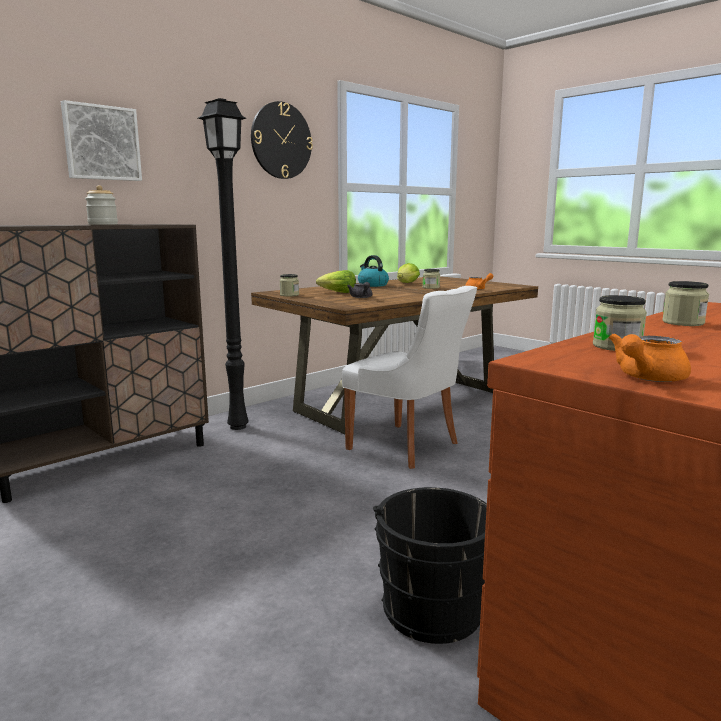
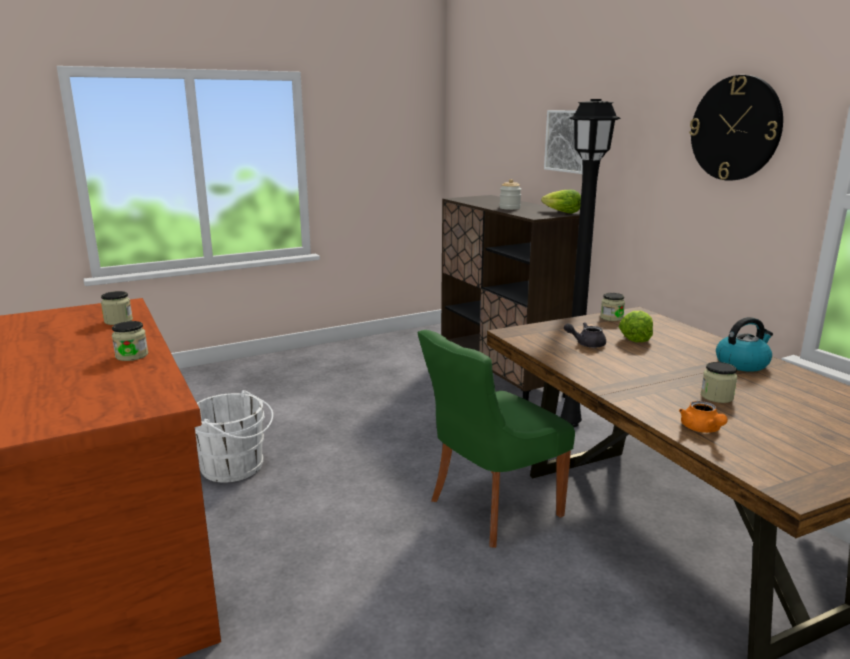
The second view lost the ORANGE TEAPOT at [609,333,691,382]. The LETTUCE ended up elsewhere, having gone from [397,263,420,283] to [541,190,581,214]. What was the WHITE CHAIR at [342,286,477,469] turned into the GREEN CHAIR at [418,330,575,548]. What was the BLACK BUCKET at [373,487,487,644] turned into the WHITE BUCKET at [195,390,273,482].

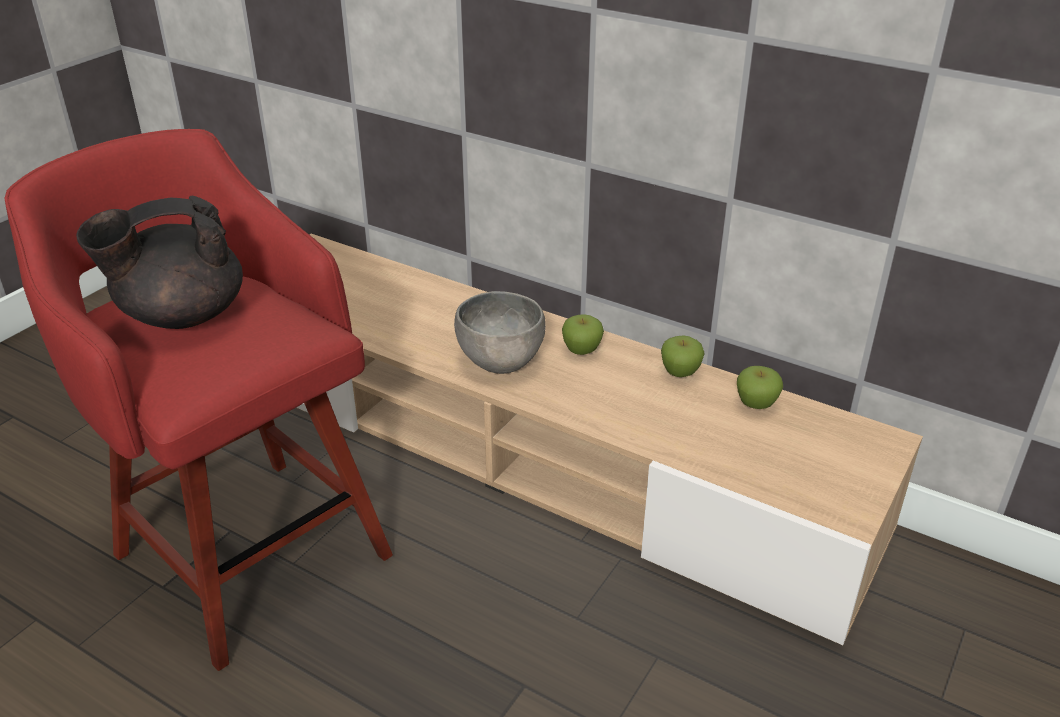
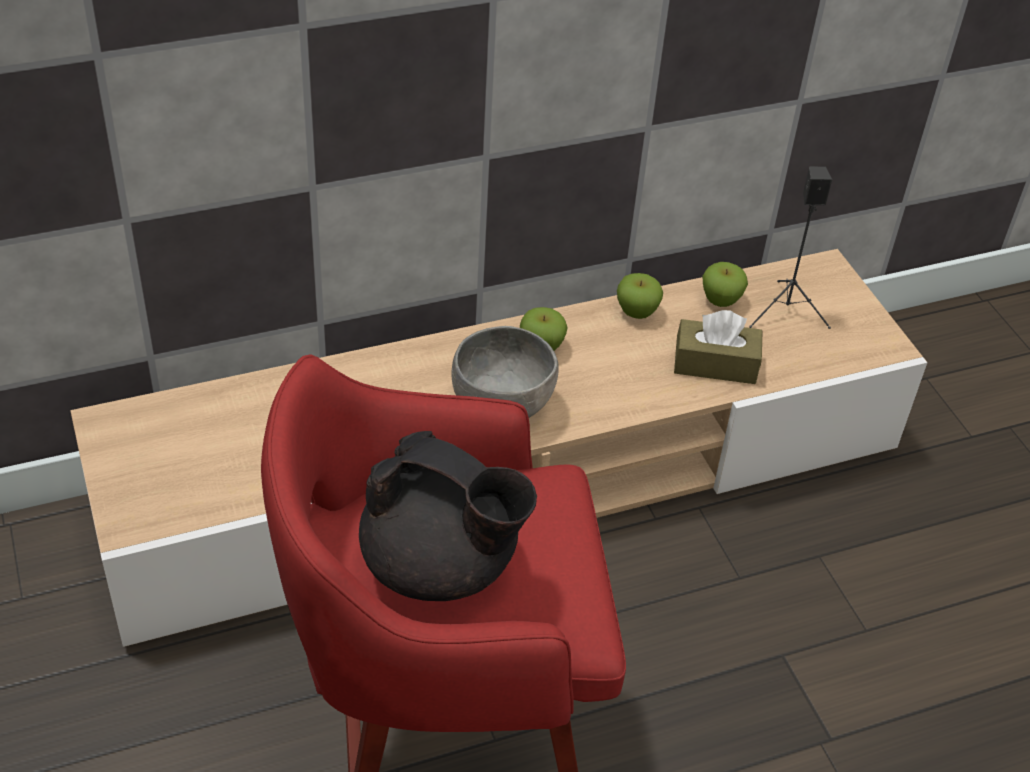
The second view gained the BROWN TISSUE BOX at [674,310,763,384]. The second view gained the BLACK SPEAKER at [749,167,832,329]. The BLACK TEAPOT at [76,196,243,329] ended up facing another way, 75 degrees counterclockwise from before.

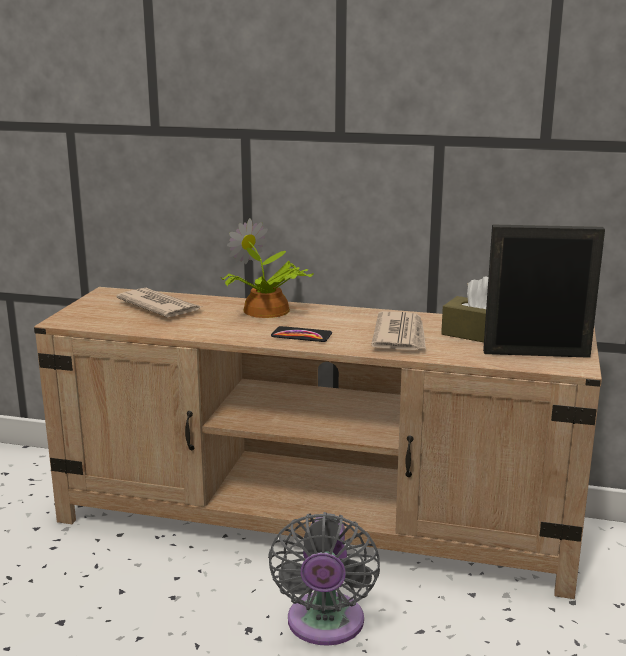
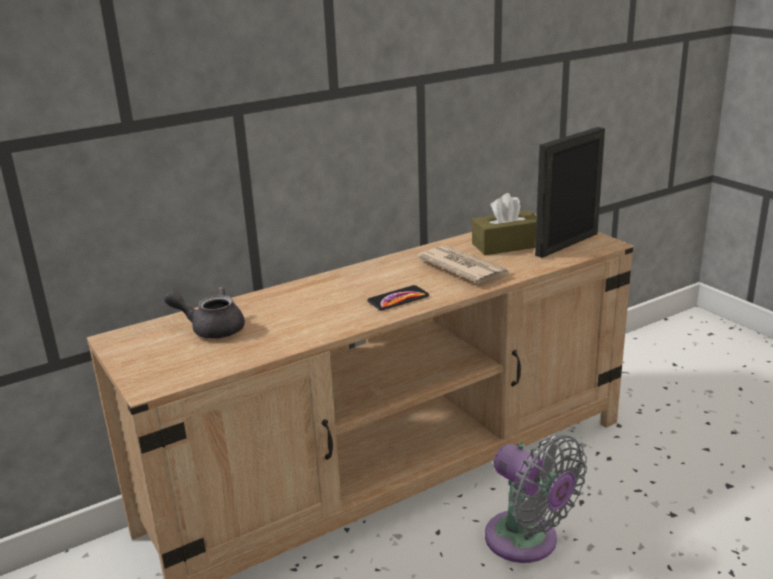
The second view lost the POTTED PLANT at [221,218,314,318]. Where the NEWSPAPER stood at [116,288,202,318], the GREY TEAPOT came to stand at [164,287,245,339].

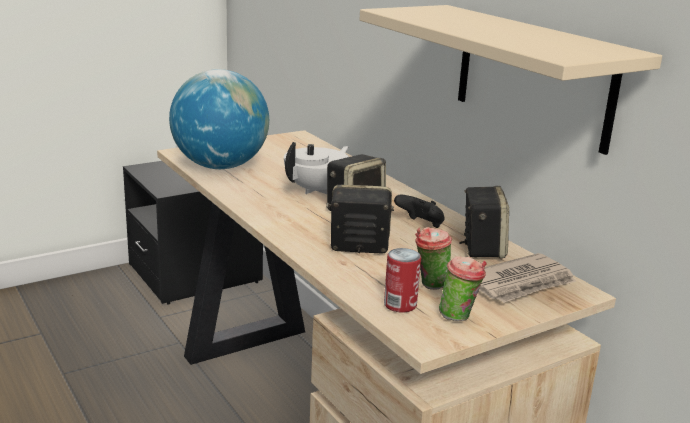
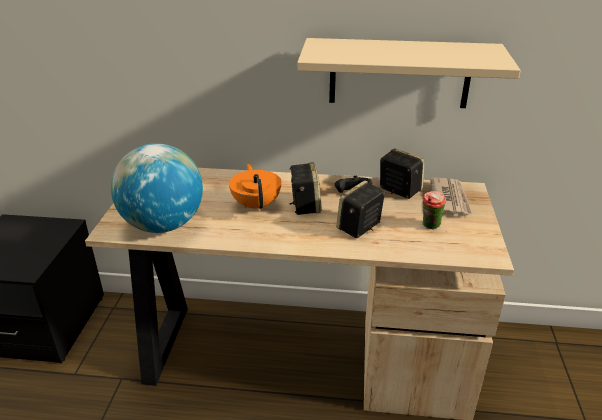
The second view lost the CAN at [384,248,421,313]. The second view lost the CUP at [439,256,487,321]. What was the WHITE TEAPOT at [284,142,349,194] turned into the ORANGE TEAPOT at [229,164,281,212].

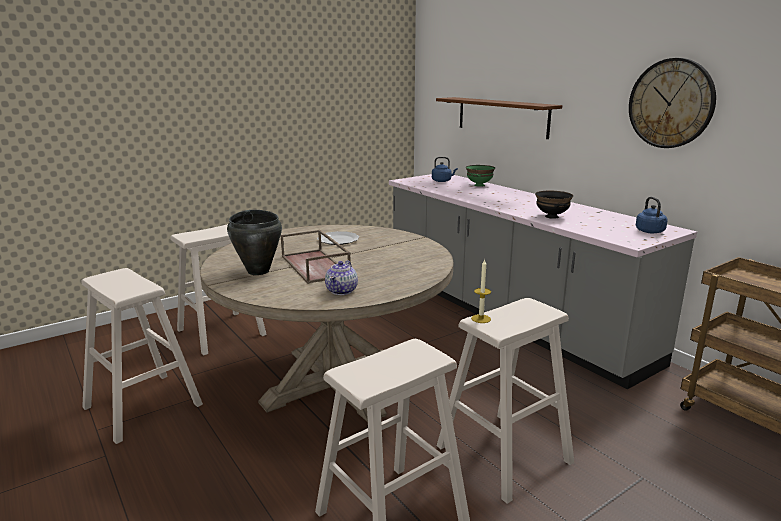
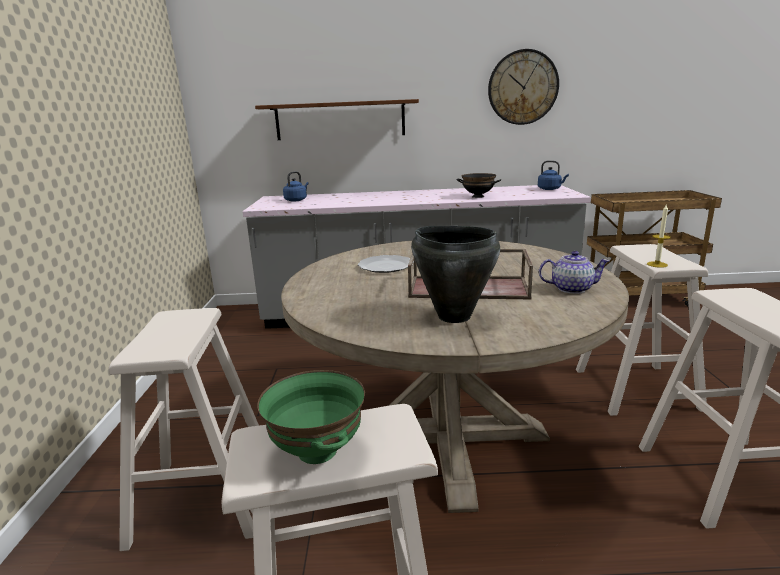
The GREEN BOWL ended up elsewhere, having gone from [466,165,495,187] to [257,370,365,464]. The TEAPOT at [325,260,358,295] ended up facing another way, 45 degrees counterclockwise from before.

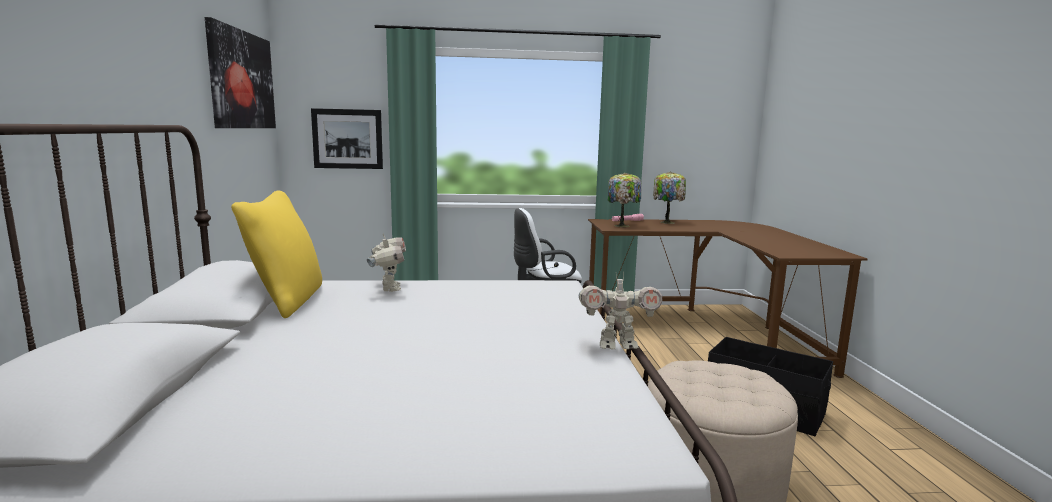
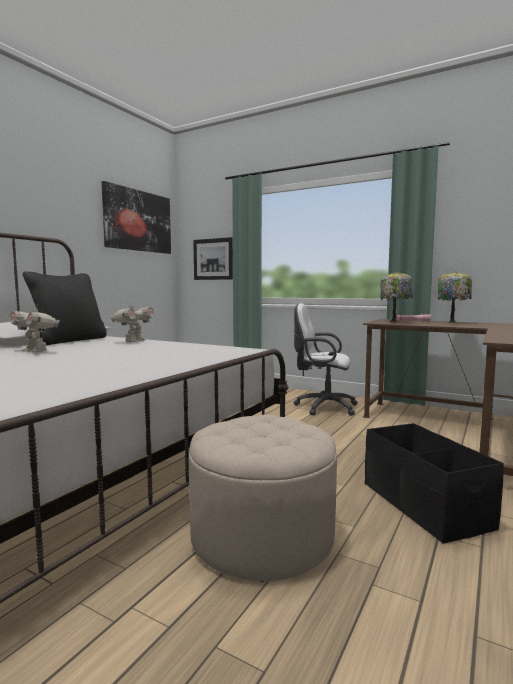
The TOY ROBOT ended up elsewhere, having gone from [579,272,663,350] to [9,305,60,352]. What was the YELLOW PILLOW at [231,190,322,318] turned into the BLACK PILLOW at [23,271,107,345].

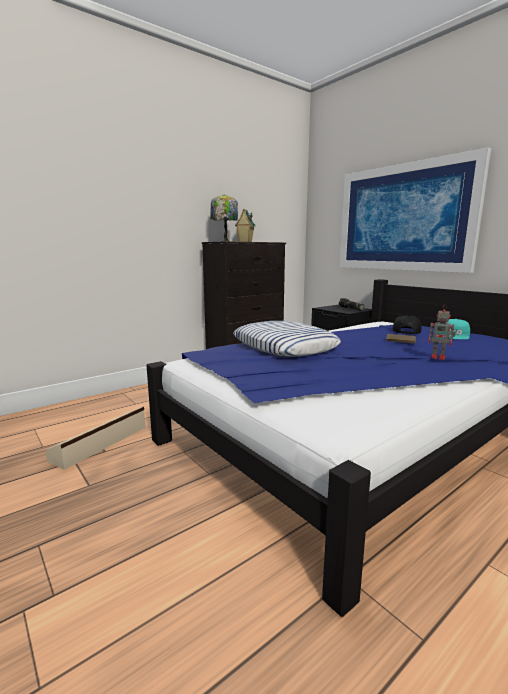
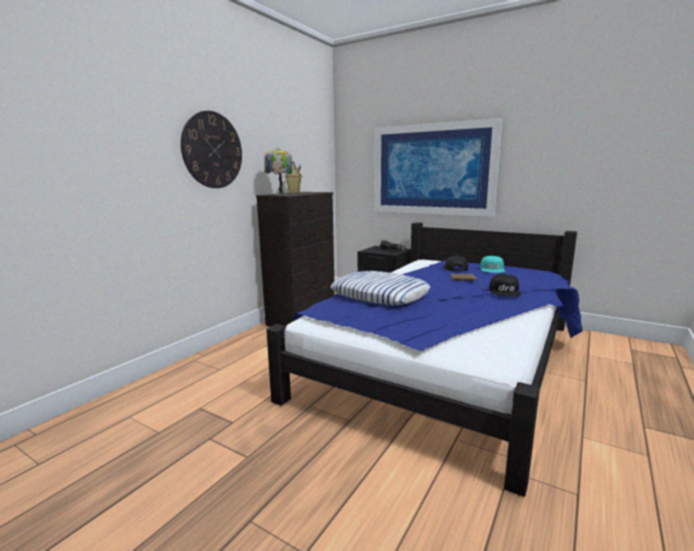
The second view lost the BEIGE STORAGE BOX at [46,406,145,470]. The second view gained the WALL CLOCK at [181,111,242,188]. Where the TOY ROBOT stood at [428,305,456,360], the BLACK CAP came to stand at [489,274,521,297].

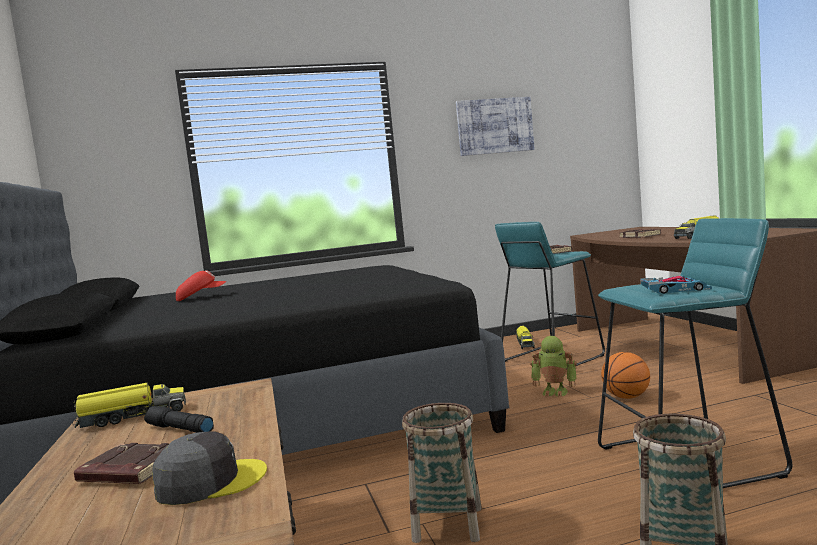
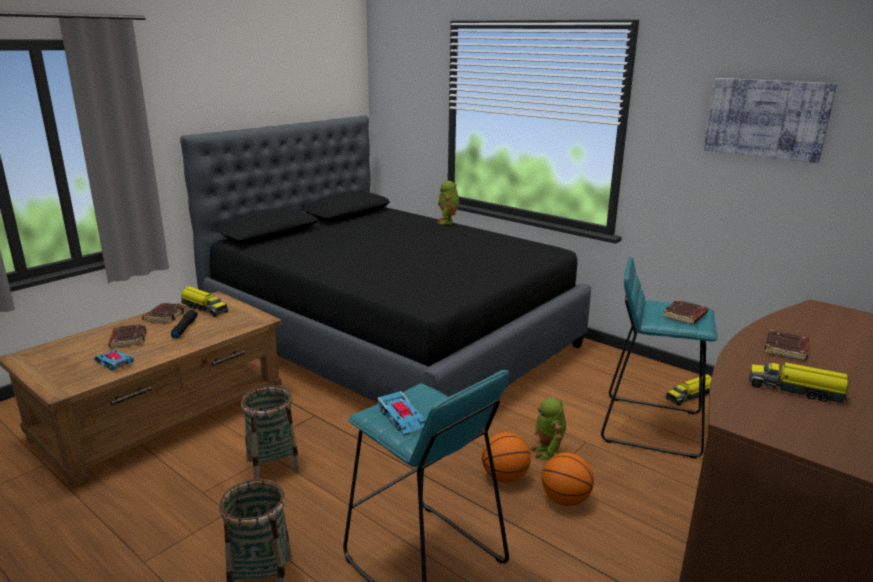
The second view lost the RED CAP at [176,270,227,301]. The second view gained the BROWN BOOK at [142,303,187,323]. The second view gained the TOY ROBOT at [437,181,460,225]. The second view gained the BASKETBALL at [482,432,531,483]. Where the GREY CAP stood at [152,431,267,505], the TOY CAR came to stand at [93,350,134,370].

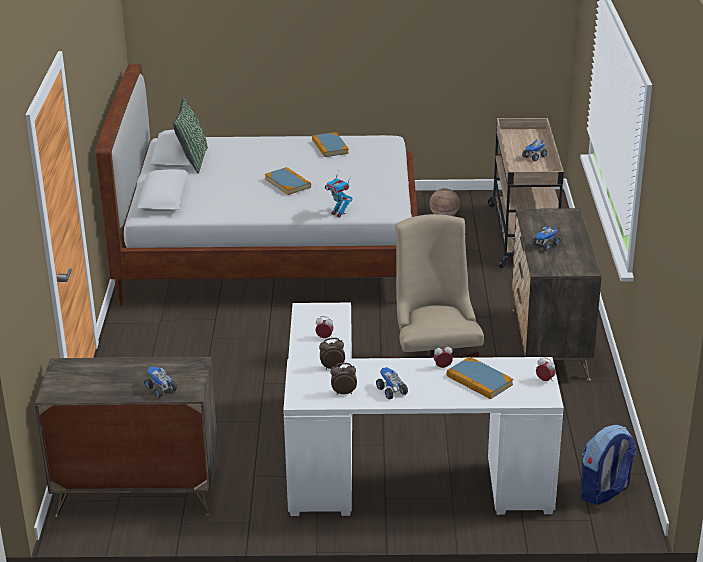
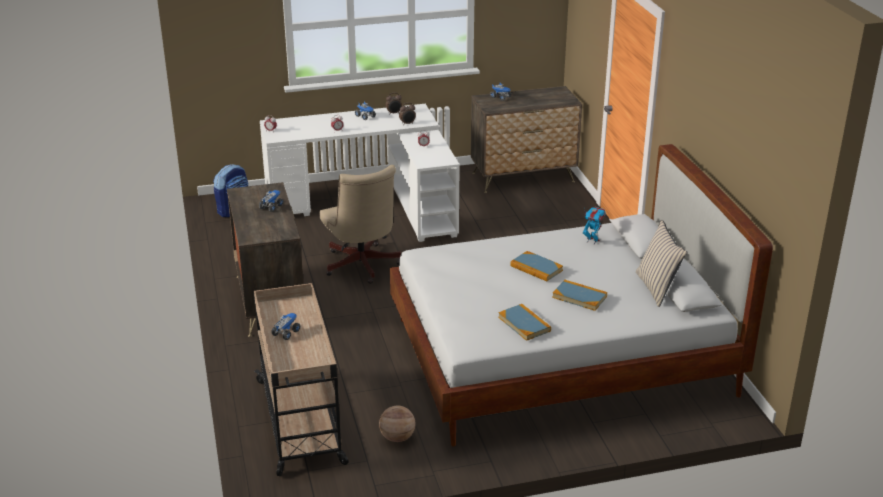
The TOY ROBOT ended up elsewhere, having gone from [325,170,352,218] to [583,207,606,244]. The BOOK ended up elsewhere, having gone from [446,357,513,399] to [552,280,607,311]. What was the GREEN PILLOW at [173,98,208,173] turned into the BEIGE PILLOW at [636,220,687,307].

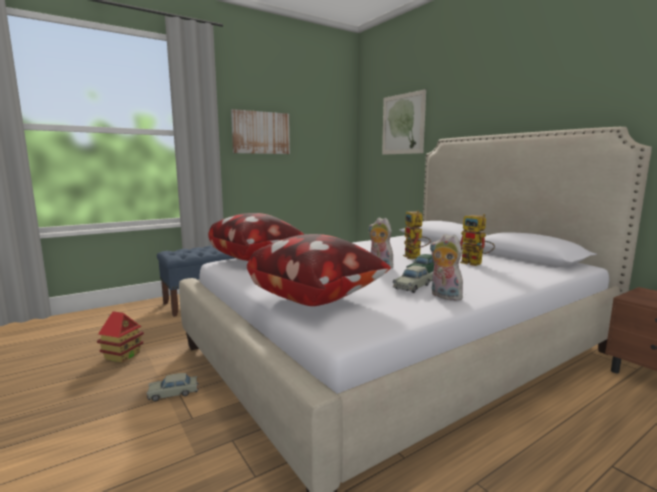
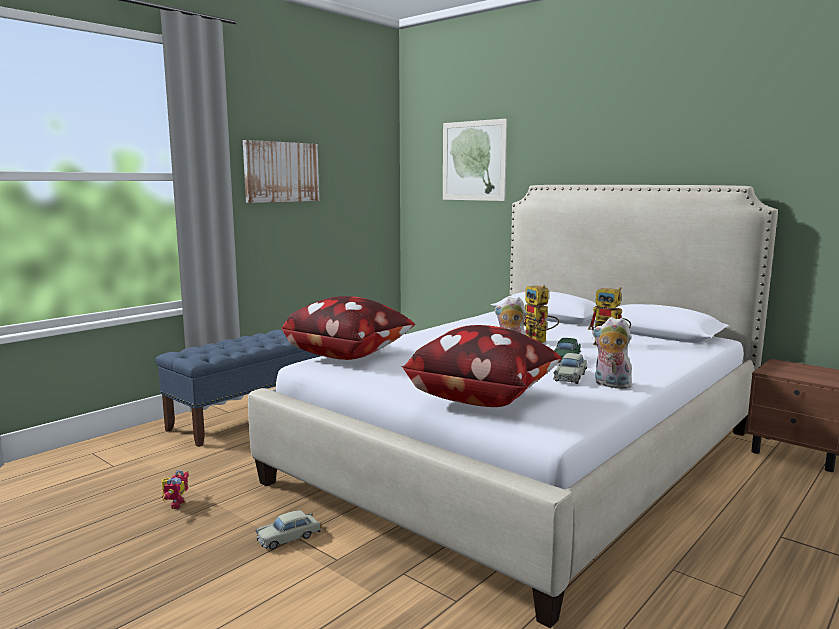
Where the TOY HOUSE stood at [97,311,144,363], the TOY ROBOT came to stand at [162,470,189,509].

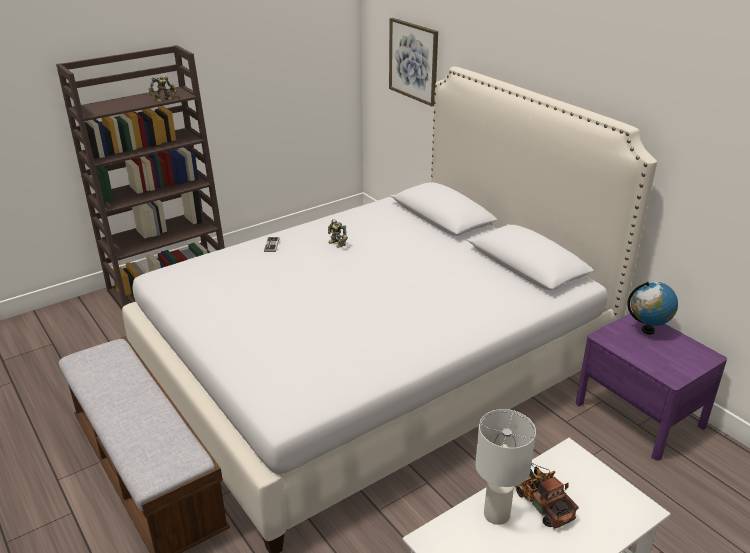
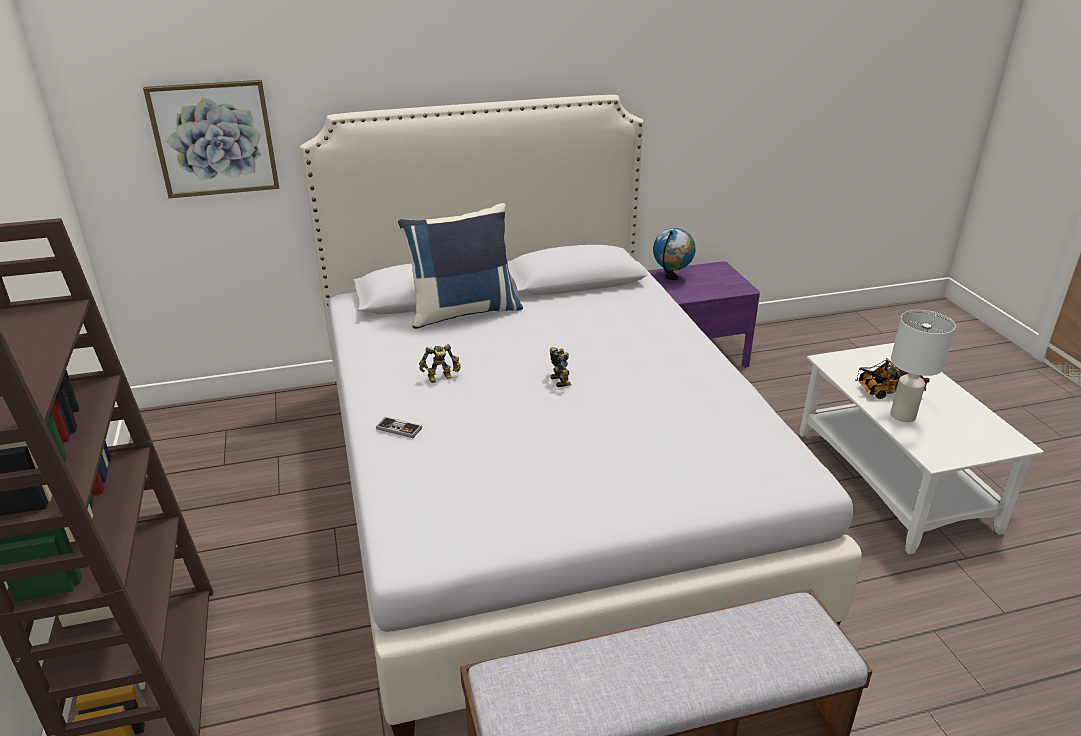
The second view gained the BLUE PILLOW at [398,203,523,329]. The TOY ROBOT ended up elsewhere, having gone from [148,76,177,102] to [550,347,571,387].

